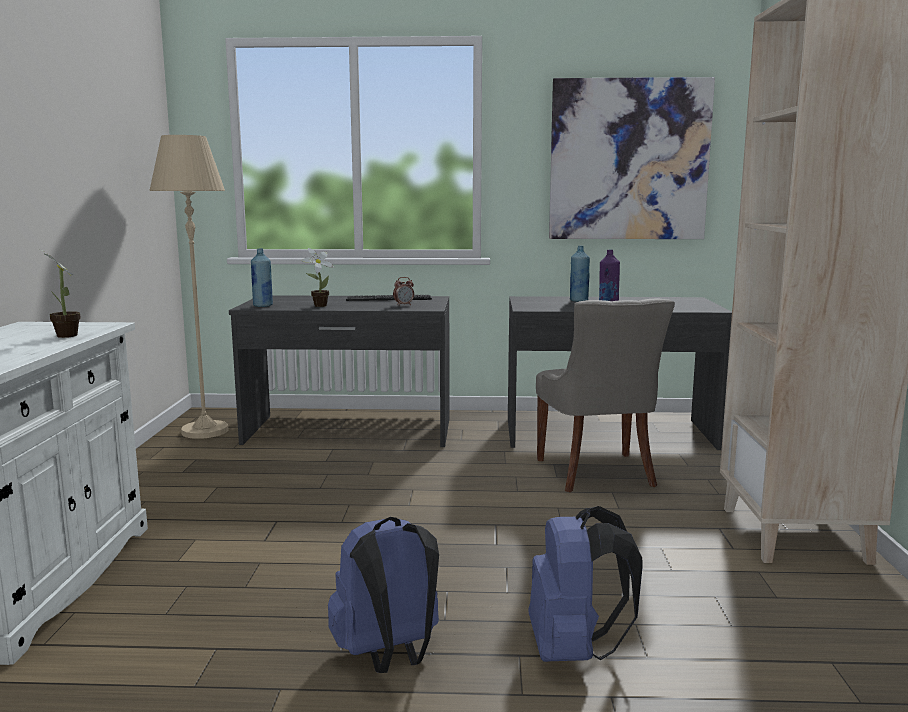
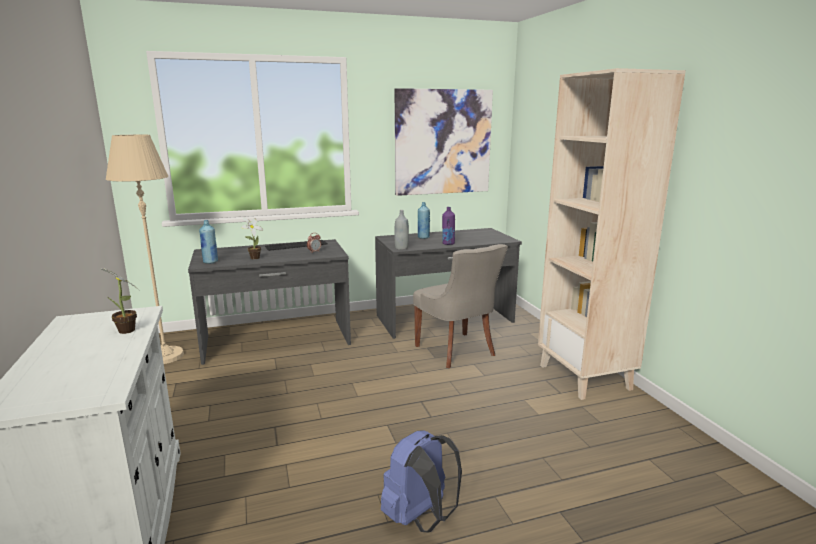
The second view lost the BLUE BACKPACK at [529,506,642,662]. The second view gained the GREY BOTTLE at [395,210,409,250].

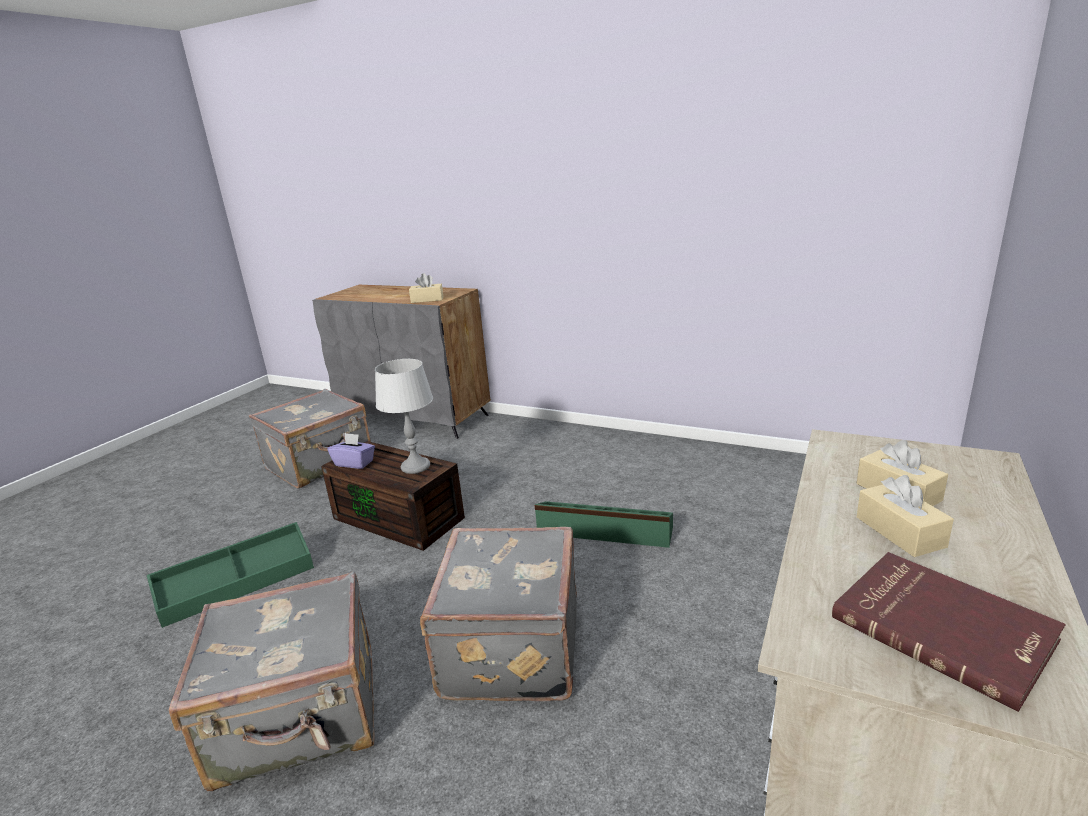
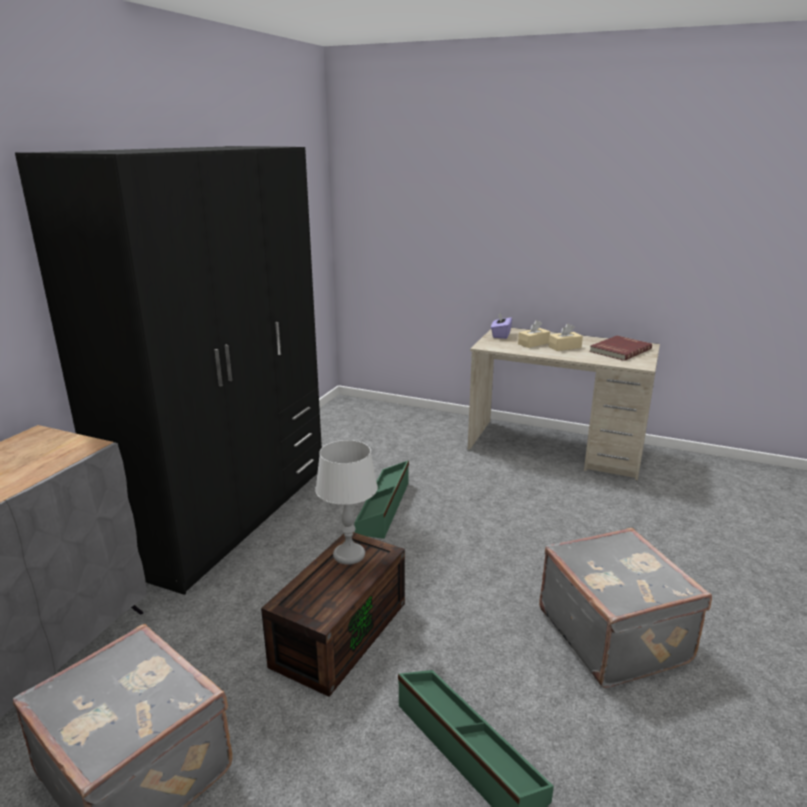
The second view lost the BEIGE TISSUE BOX at [409,273,443,303]. The second view lost the GREY SUITCASE at [420,527,577,701]. The second view gained the BLACK WARDROBE at [15,146,322,595]. The PURPLE TISSUE BOX ended up elsewhere, having gone from [328,433,375,469] to [491,312,512,339].

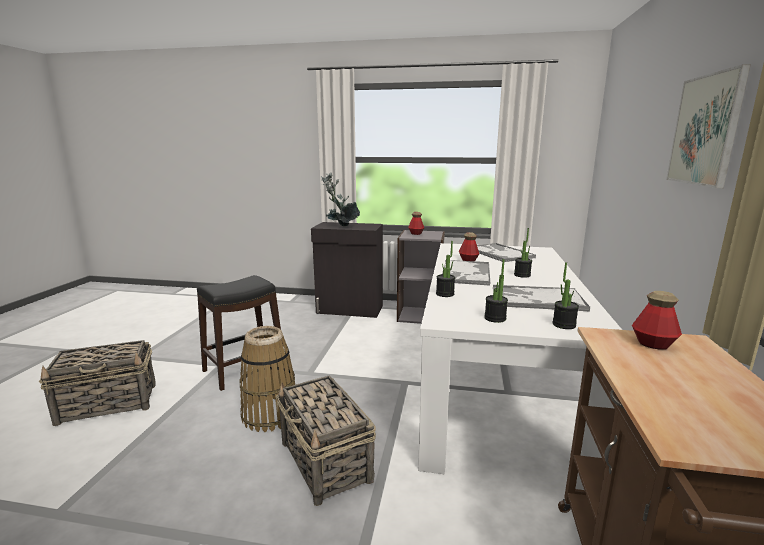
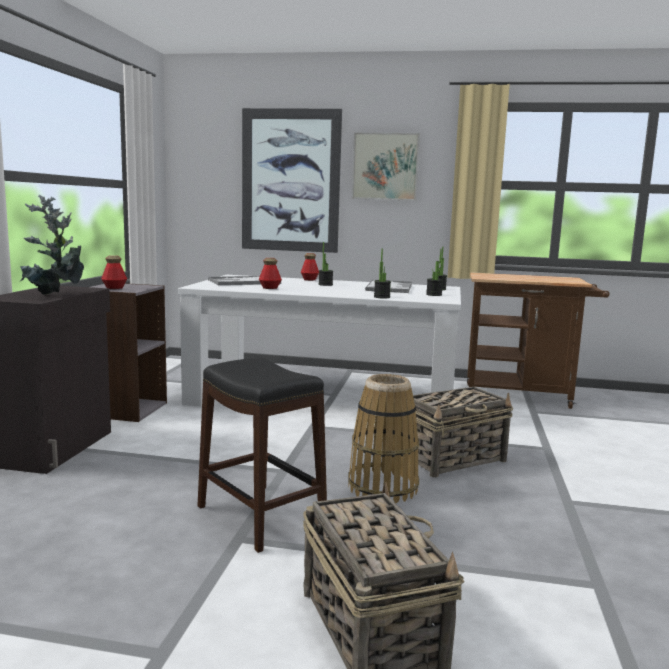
The second view lost the TRAY at [442,260,491,286]. The second view gained the PICTURE at [242,108,342,253]. The BOTTLE ended up elsewhere, having gone from [632,291,682,350] to [301,253,319,281].

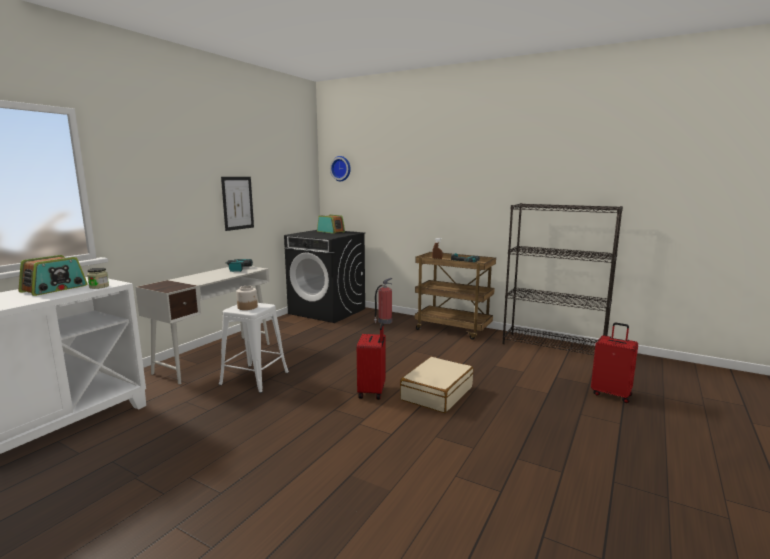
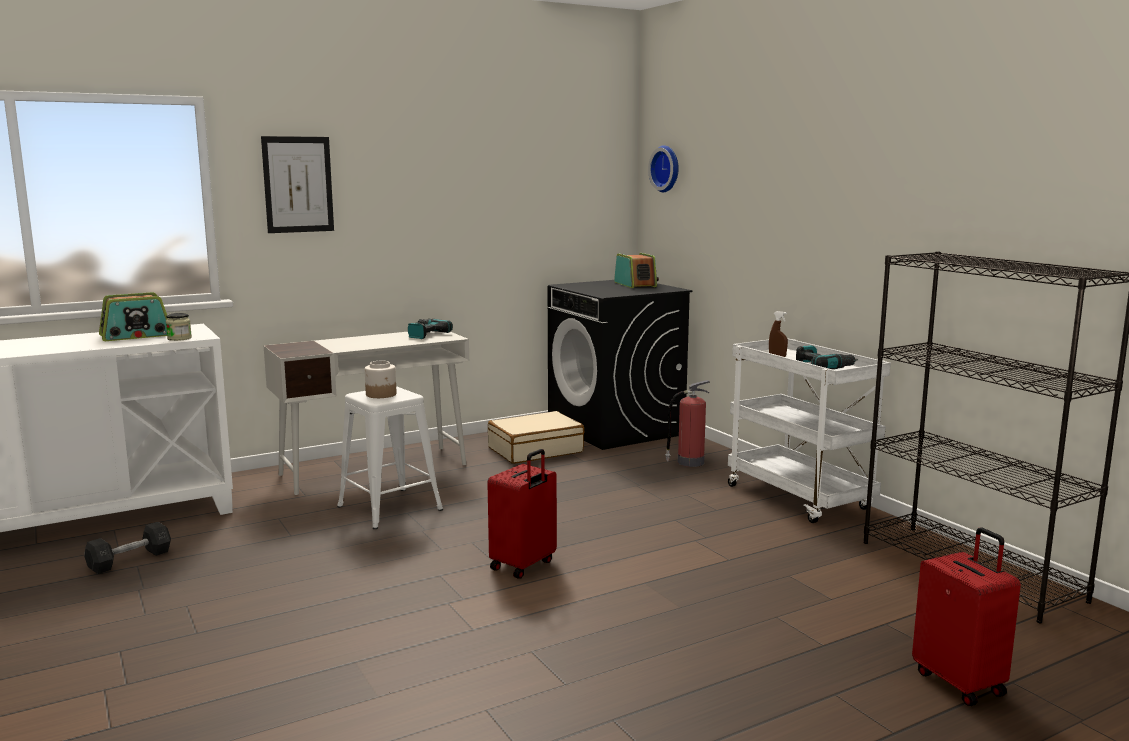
The second view gained the GREY DUMBBELL at [84,522,171,574]. The PICTURE ended up elsewhere, having gone from [221,177,254,231] to [261,136,334,233]. The BEIGE SUITCASE ended up elsewhere, having gone from [400,357,473,413] to [488,411,584,464]. What was the BROWN CART at [415,252,496,340] turned into the WHITE CART at [728,338,891,523].

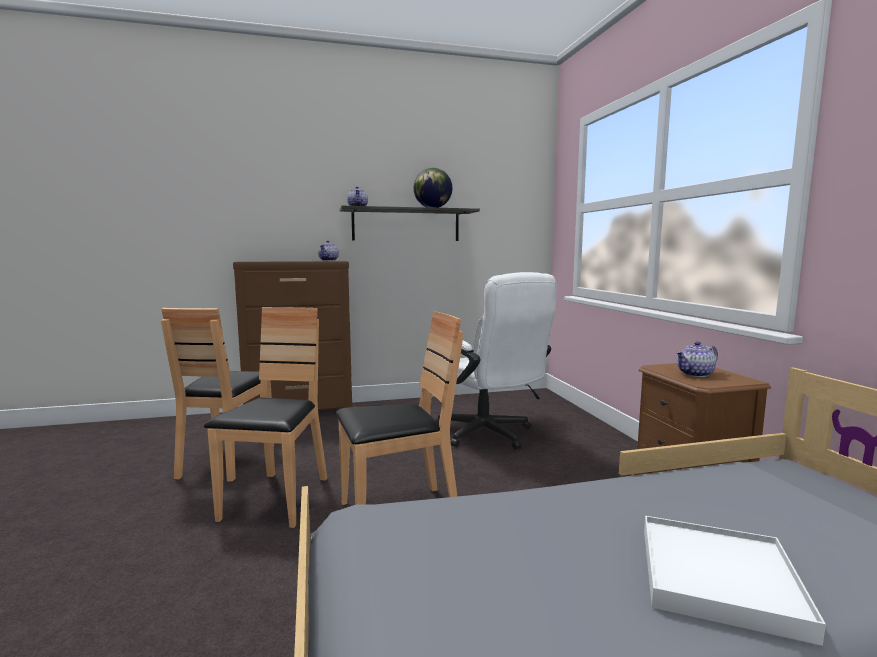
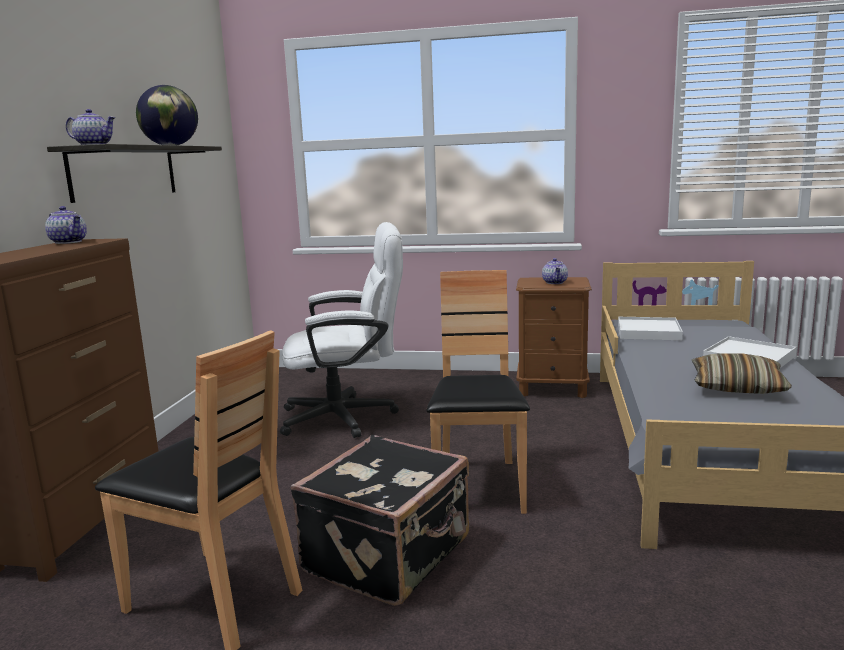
The second view gained the WHITE TRAY at [618,317,683,341]. The second view gained the PILLOW at [692,353,792,394]. Where the BROWN CHAIR stood at [204,307,327,528], the BLACK SUITCASE came to stand at [291,435,469,606].

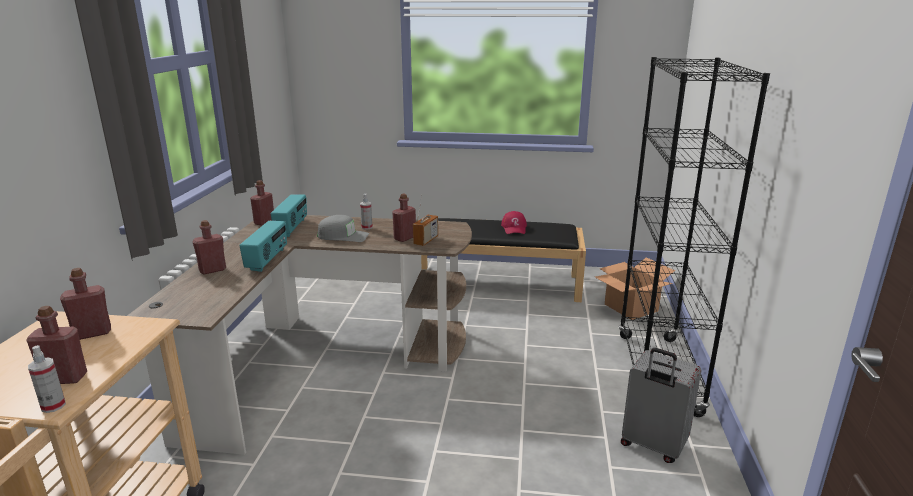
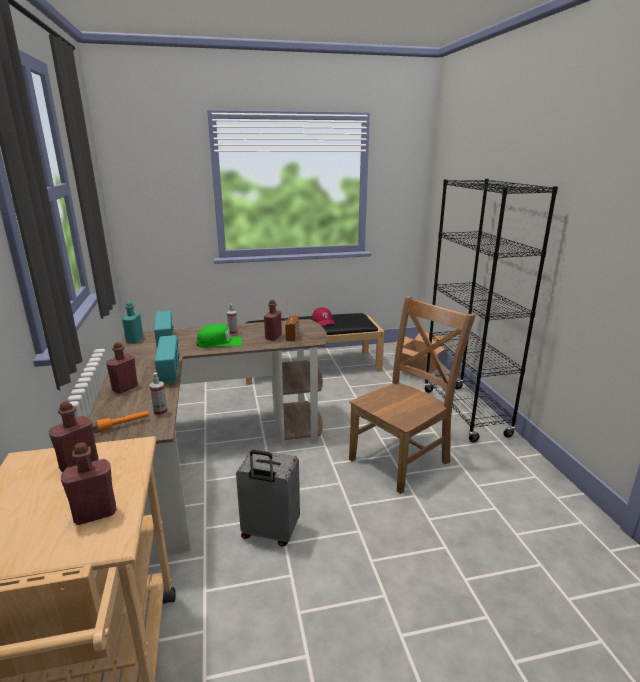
The second view gained the ORANGE FLASHLIGHT at [97,411,149,432]. The second view gained the BROWN CHAIR at [349,296,476,494]. The SPRAY BOTTLE ended up elsewhere, having gone from [28,345,66,413] to [150,373,168,416]. The GREY SUITCASE ended up elsewhere, having gone from [621,348,702,463] to [236,450,300,547]. What was the RED BOTTLE at [250,180,274,226] turned into the TURQUOISE BOTTLE at [122,302,143,343]. What was the GREY CAP at [317,215,369,242] turned into the GREEN CAP at [196,324,242,348].

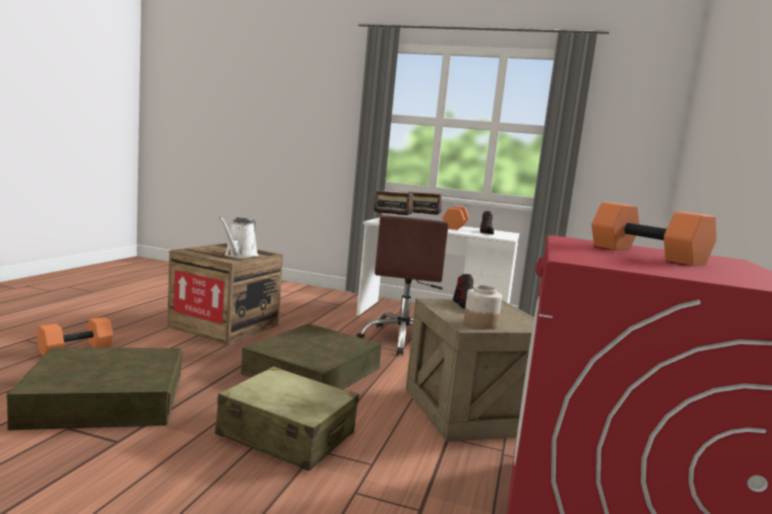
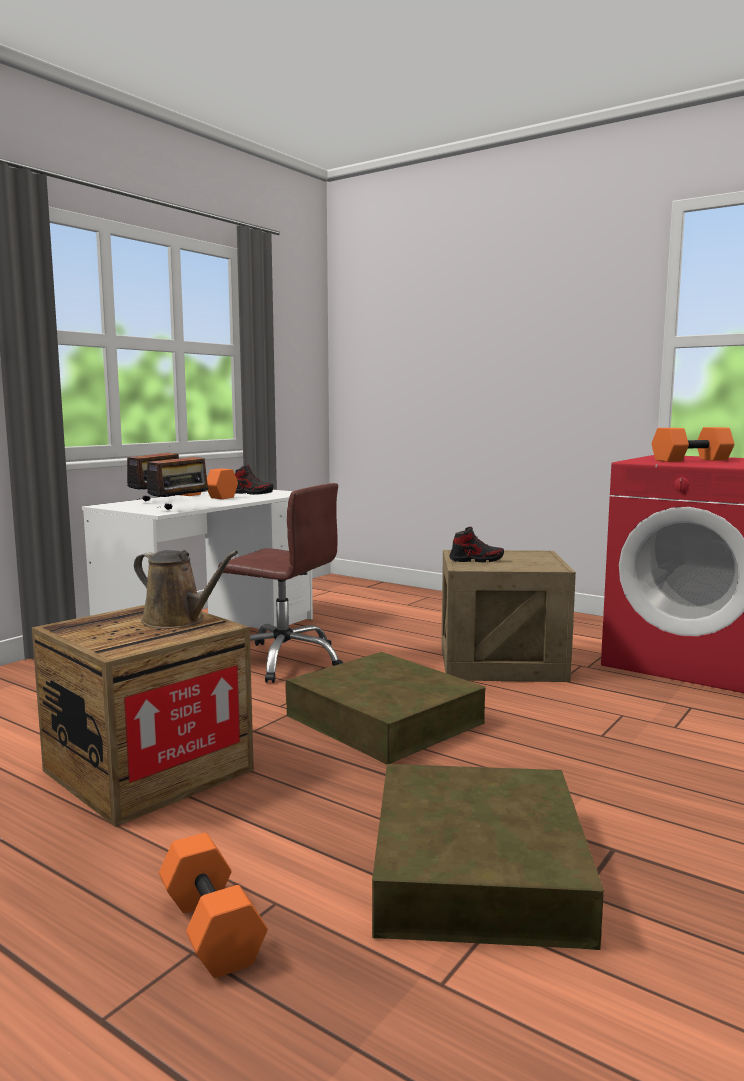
The second view lost the BEIGE SUITCASE at [215,366,359,471]. The second view lost the JAR at [464,285,502,329]. What was the WHITE WATERING CAN at [219,217,258,258] turned into the BROWN WATERING CAN at [134,550,238,629].

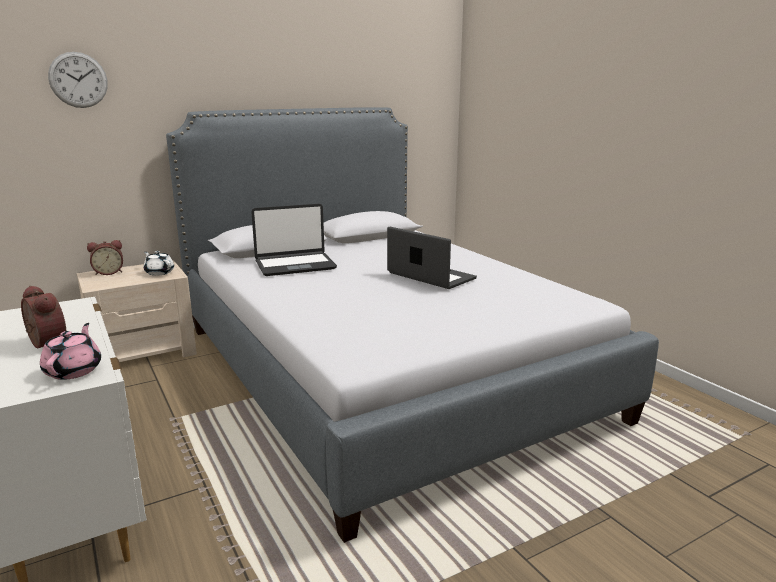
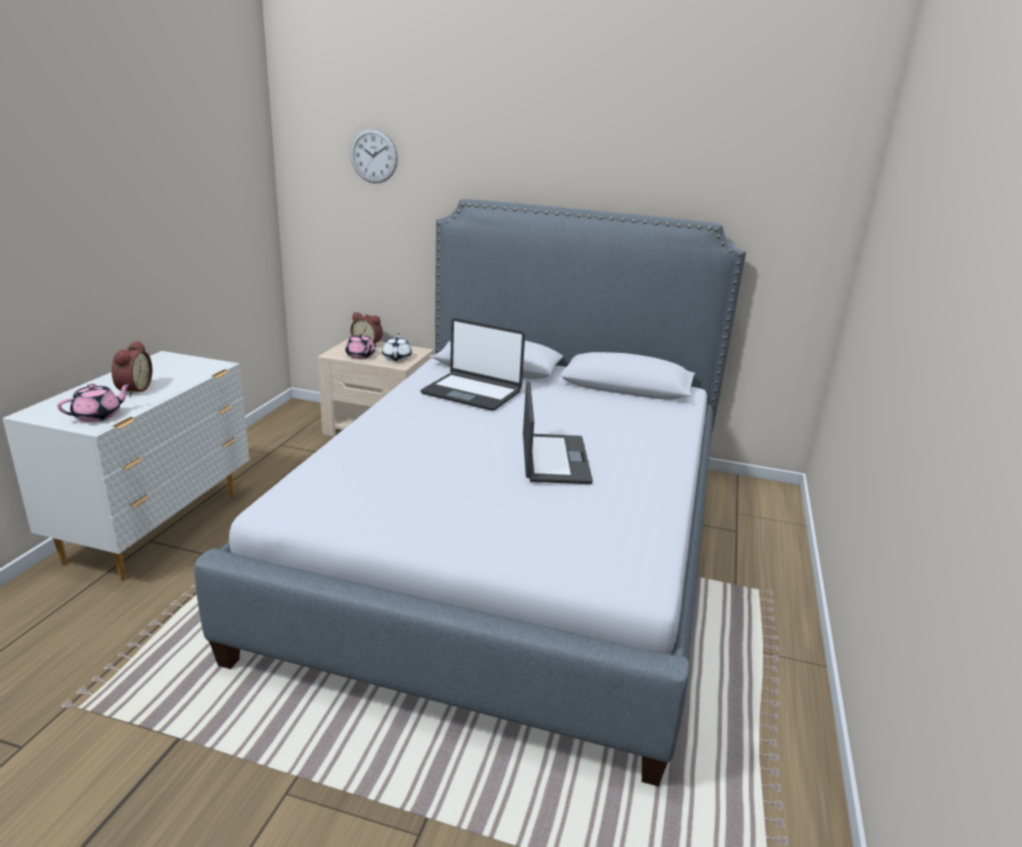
The second view gained the PINK TEAPOT at [345,334,375,359].

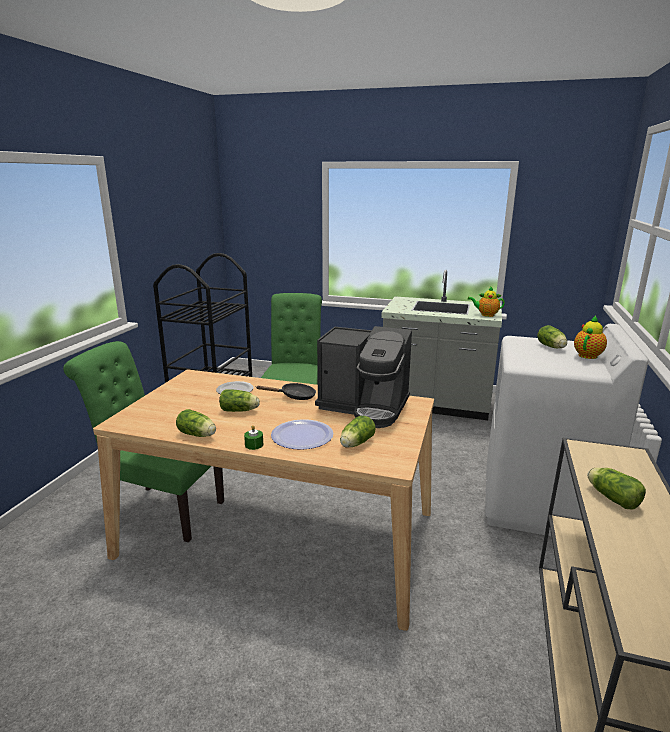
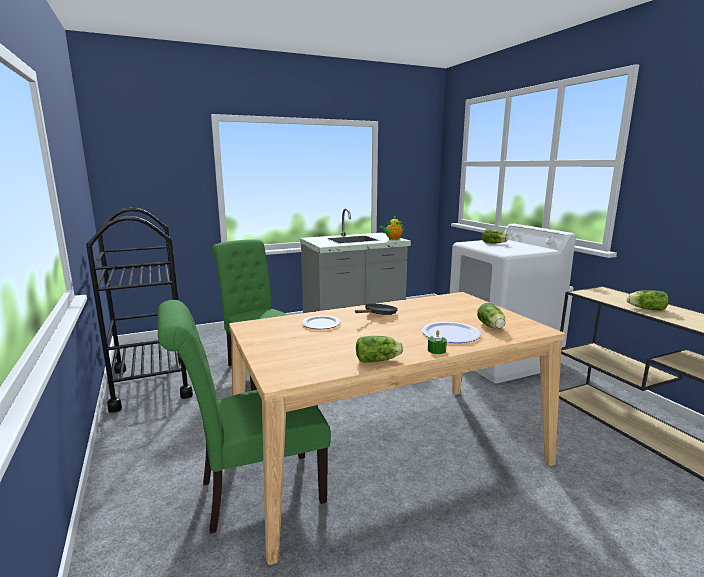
The second view lost the LETTUCE at [219,389,260,412]. The second view lost the COFFEE MACHINE at [315,326,412,428]. The second view lost the TEAPOT at [574,315,607,359].

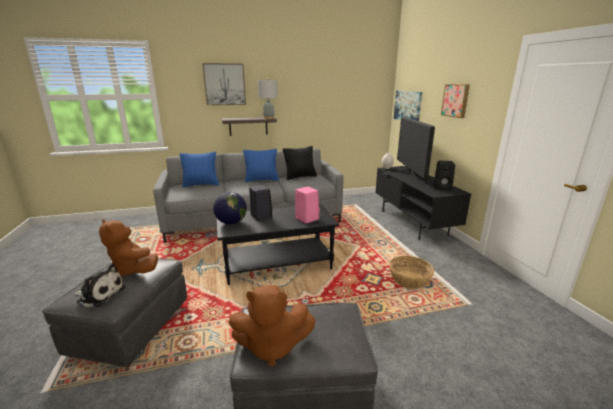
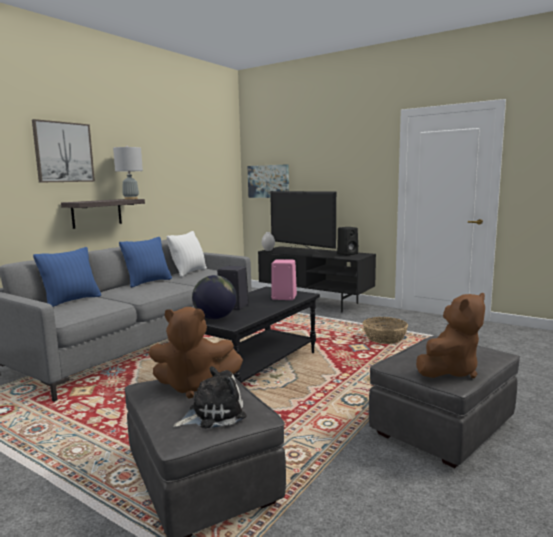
The second view lost the PICTURE at [441,84,470,118]. What was the BLACK PILLOW at [283,146,317,180] turned into the WHITE PILLOW at [167,231,207,277].

